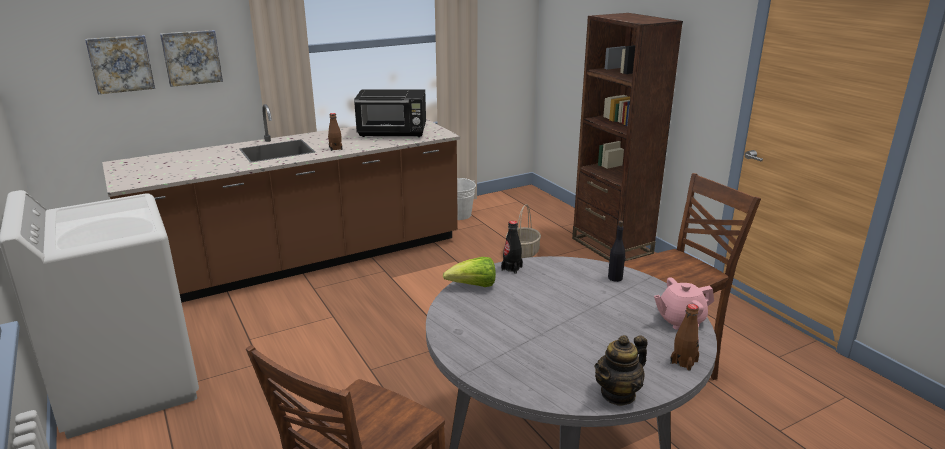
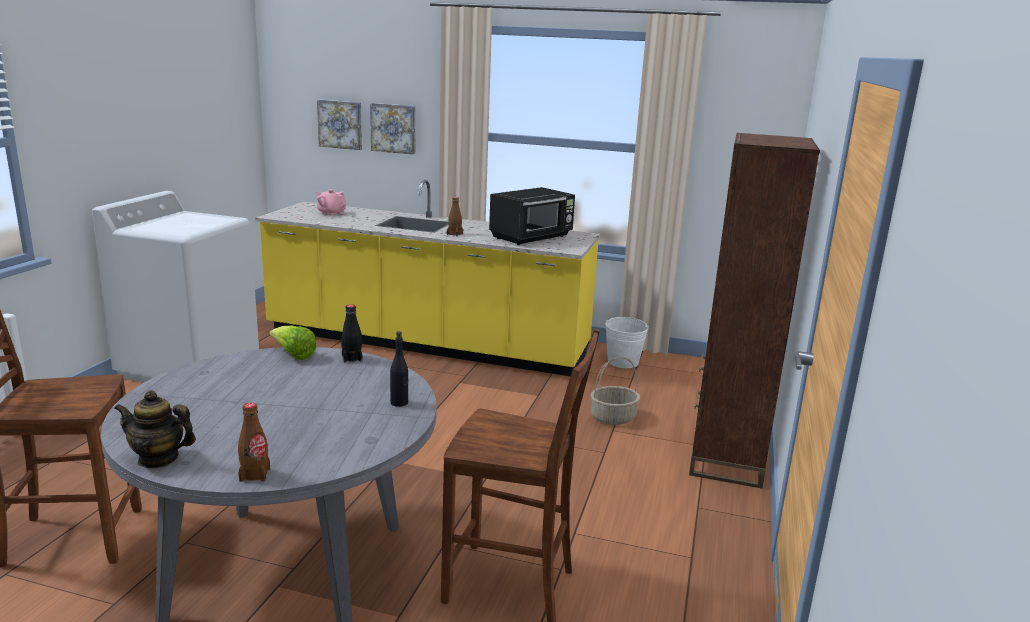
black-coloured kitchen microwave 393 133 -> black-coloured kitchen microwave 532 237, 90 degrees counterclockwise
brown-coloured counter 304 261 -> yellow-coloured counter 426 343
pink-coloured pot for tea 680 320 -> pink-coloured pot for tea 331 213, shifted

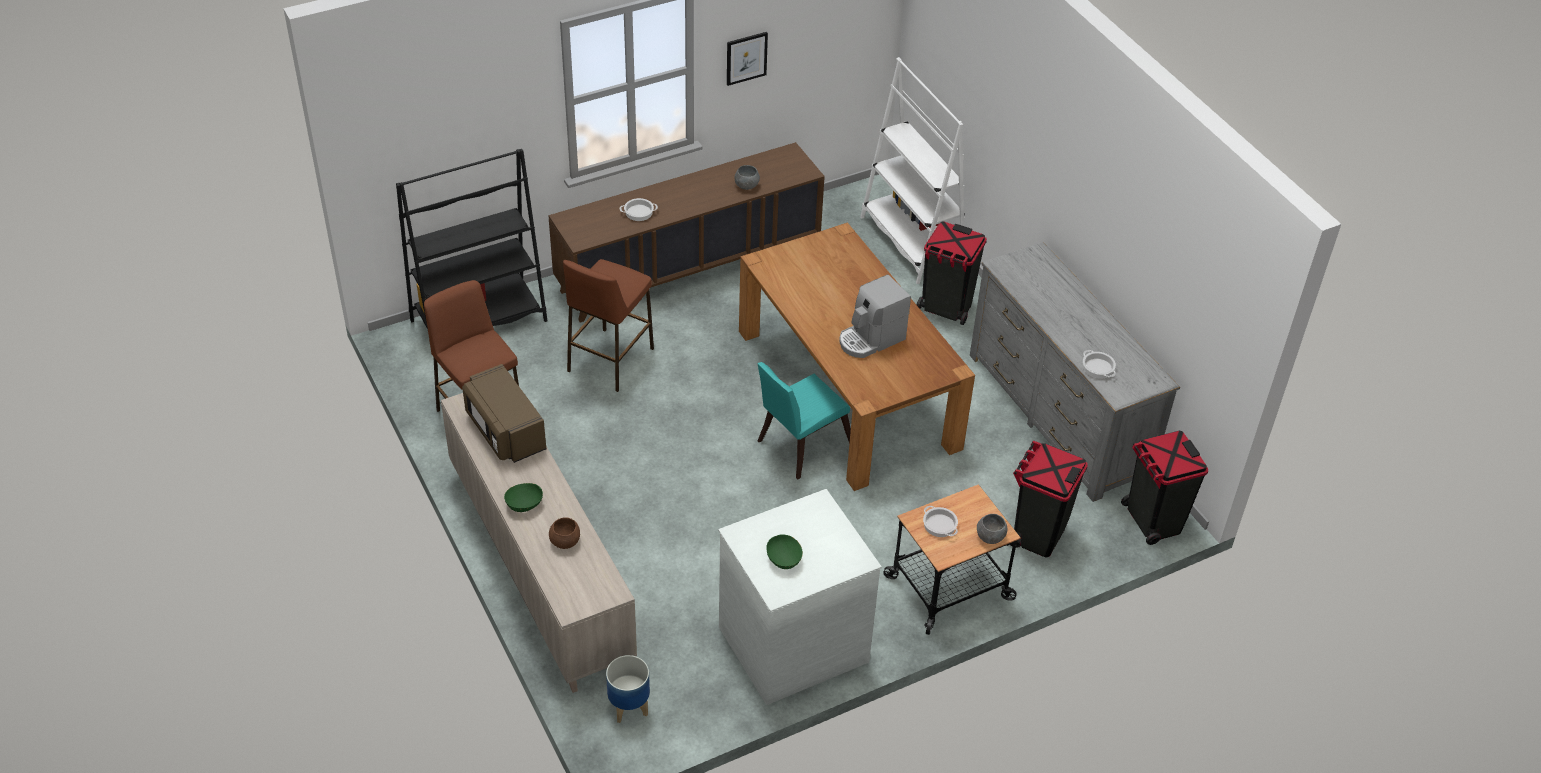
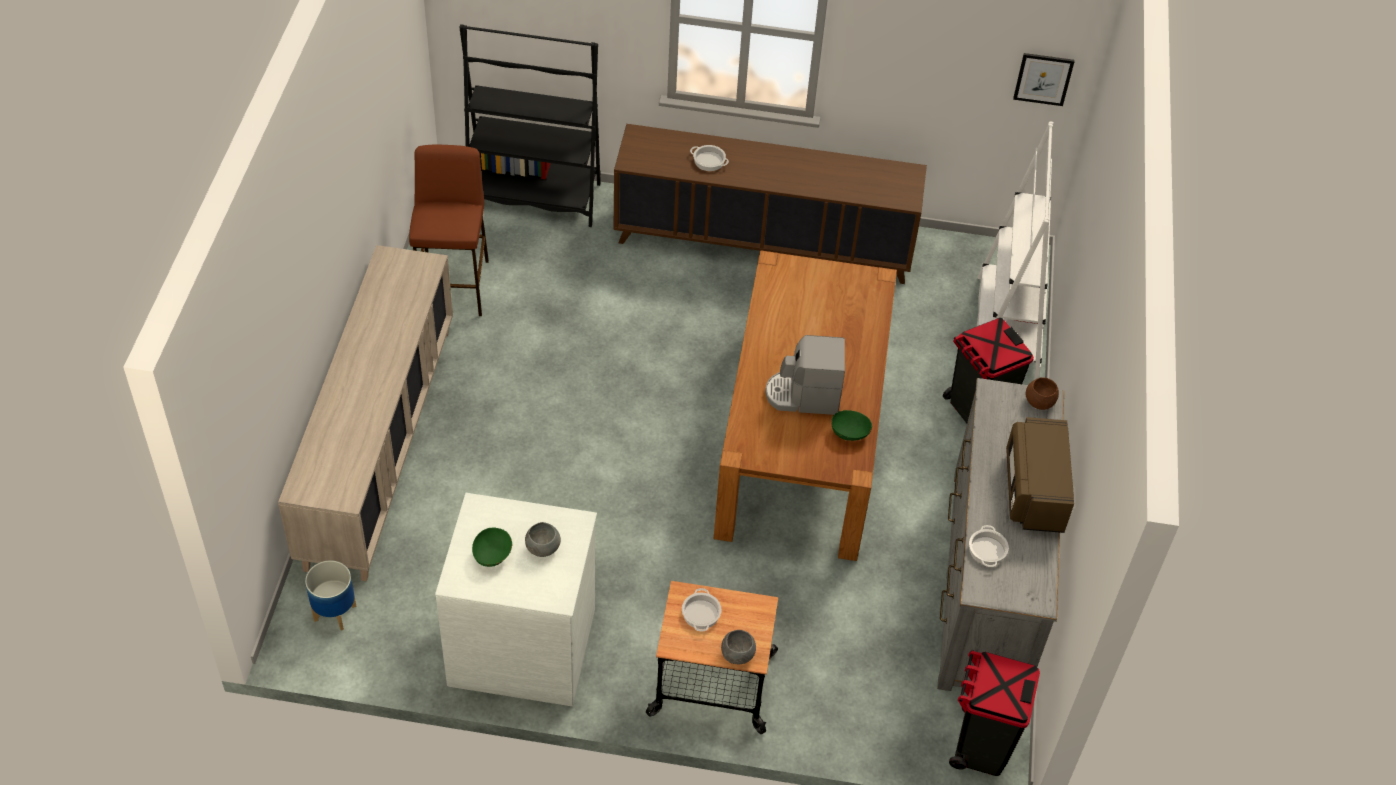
wall picture 746 58 -> wall picture 1043 78, shifted
greyish serving bowl 746 186 -> greyish serving bowl 542 548, shifted
brown-coloured sitting stool 610 360 -> none
turquoise-coloured plain chair 800 446 -> none
brown-coloured kitchen microwave 505 431 -> brown-coloured kitchen microwave 1034 490, shifted
black-coloured waste bin 1037 534 -> none
green-coloured serving bowl 524 504 -> green-coloured serving bowl 850 433, shifted
brown-coloured serving bowl 565 542 -> brown-coloured serving bowl 1039 402, shifted

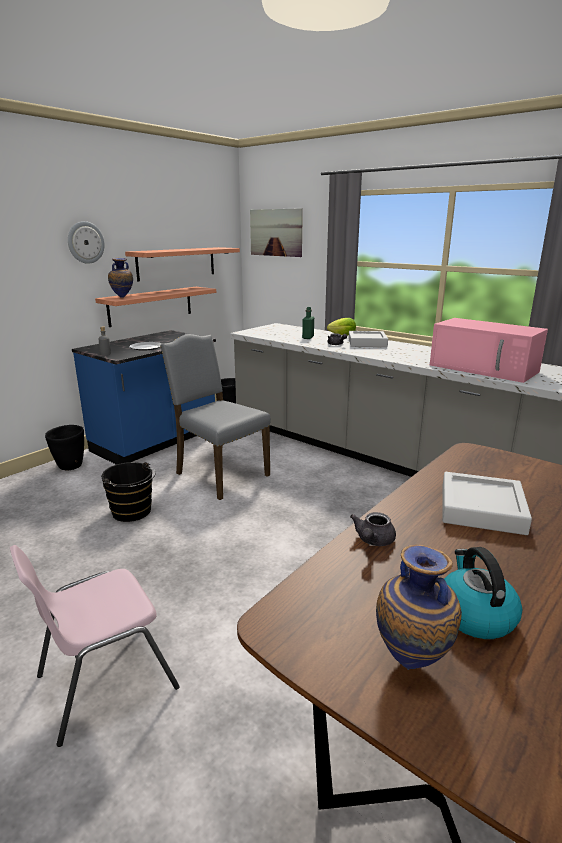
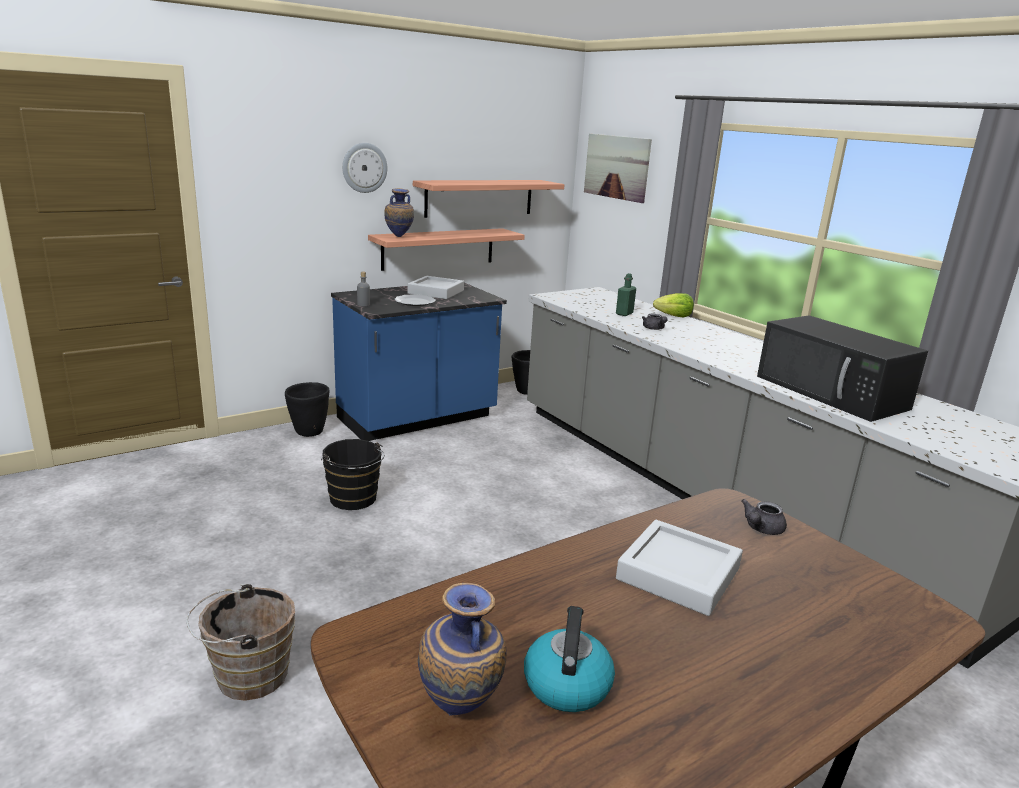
pink-coloured kitchen microwave 485 368 -> black-coloured kitchen microwave 833 393
greyish carrying tray 367 343 -> greyish carrying tray 436 292, shifted
greyish plain chair 219 474 -> none
greyish pot for tea 373 541 -> greyish pot for tea 761 529, shifted
pink-coloured plain chair 104 681 -> brown-coloured bucket 246 676

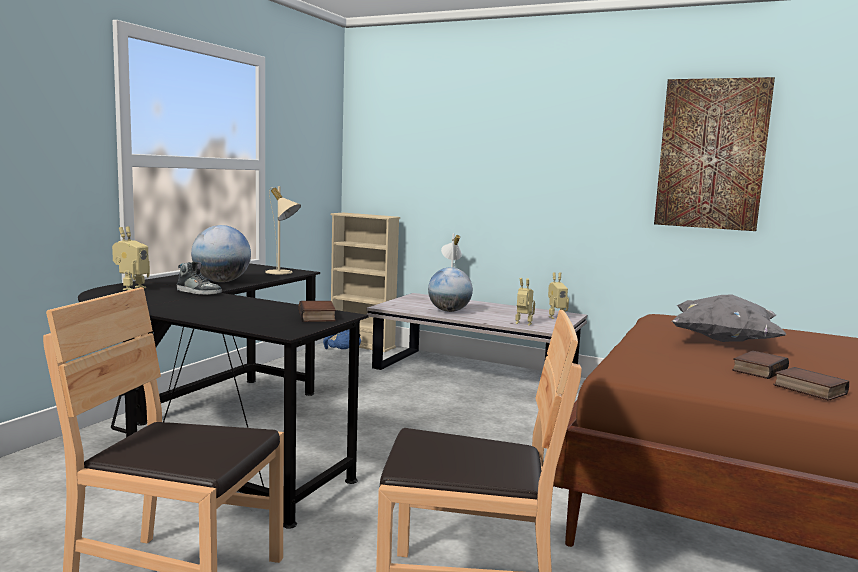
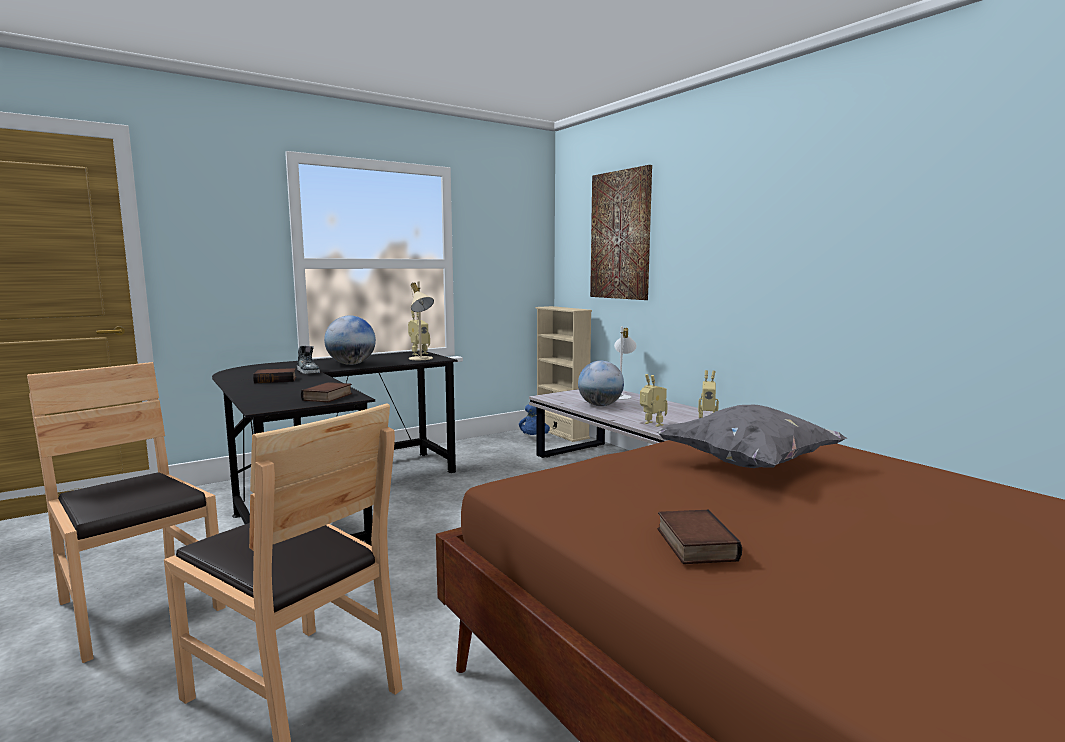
wall picture 711 154 -> wall picture 620 235, shifted
toy robot 131 288 -> toy robot 418 354, shifted
book 758 369 -> book 276 380, shifted

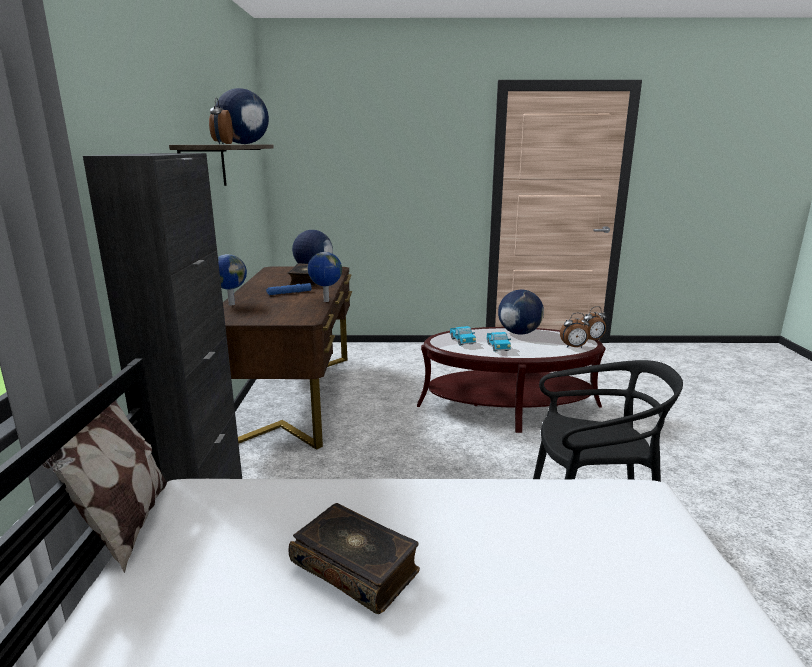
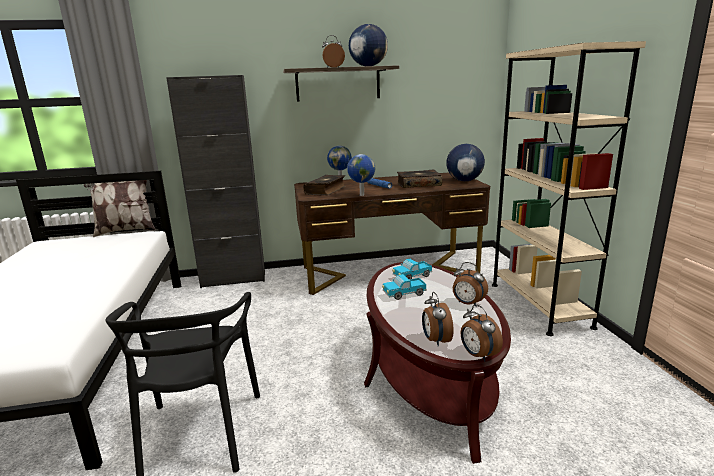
globe 519 333 -> table clock 467 303
book 356 567 -> book 326 190, shifted
none -> beige-coloured bookshelf 539 304

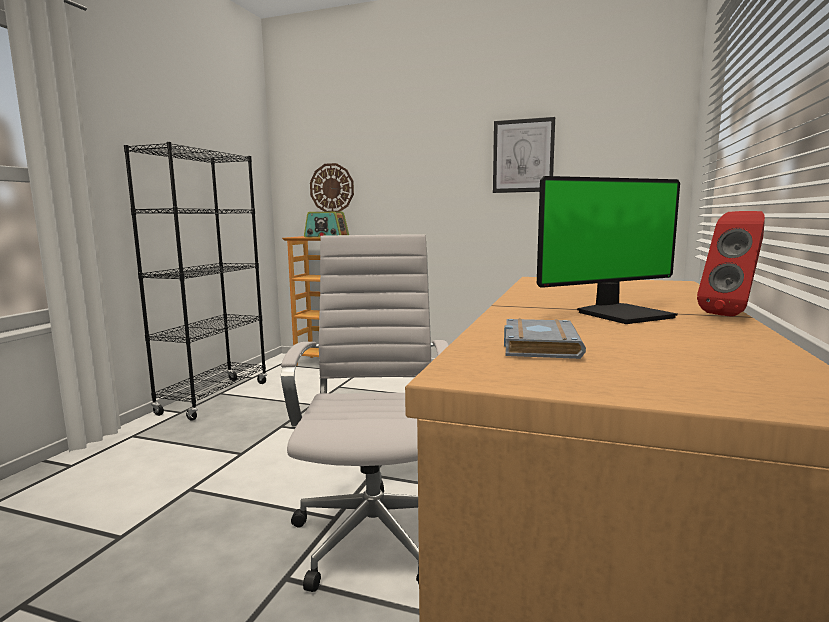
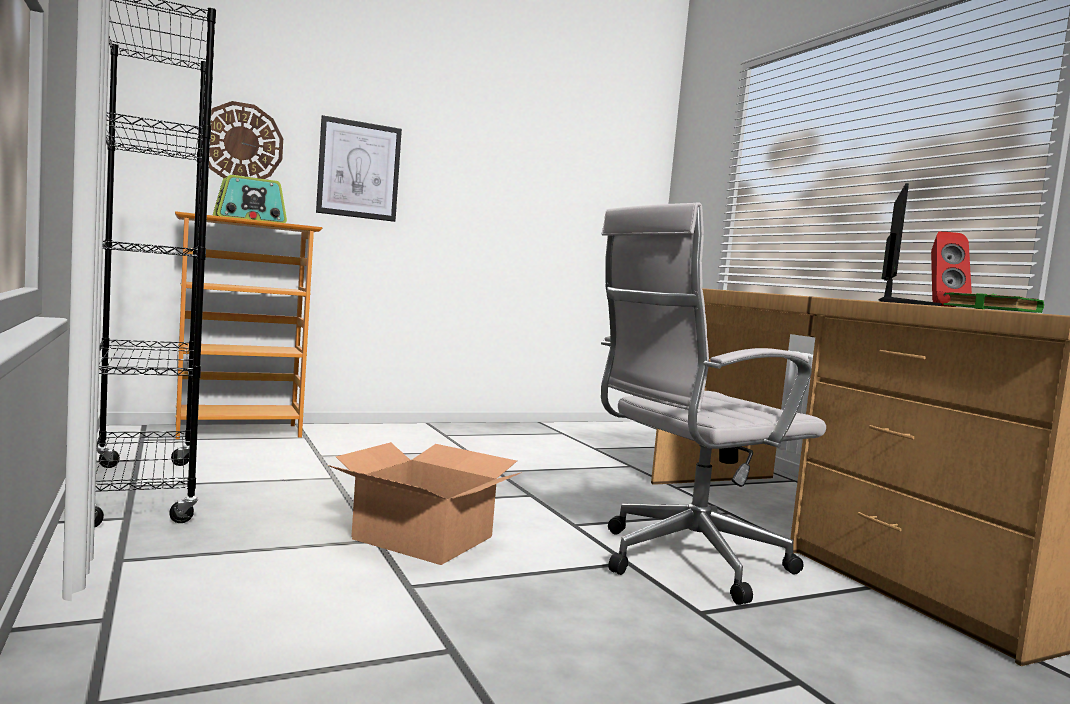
wall picture 523 156 -> wall picture 359 170, shifted
white computer chair 375 532 -> white computer chair 684 562, 75 degrees counterclockwise
greyish book 537 346 -> green-coloured book 988 309
none -> carton 423 537

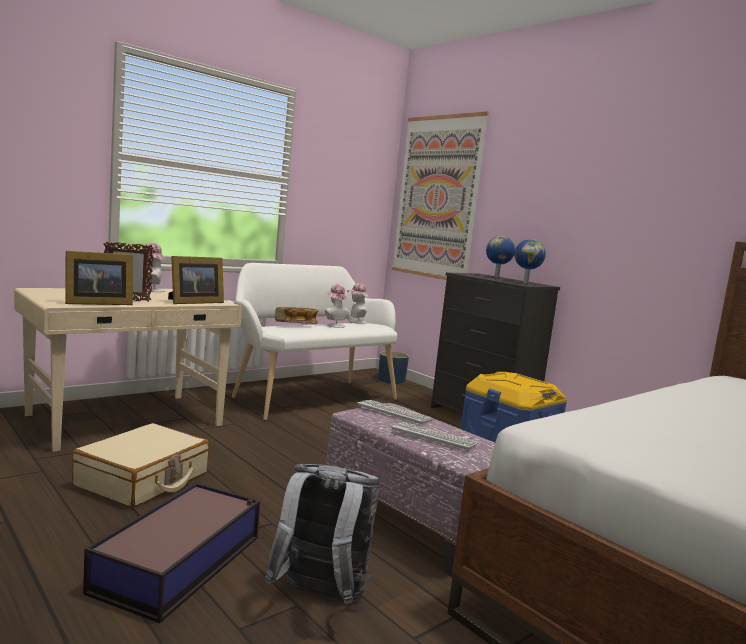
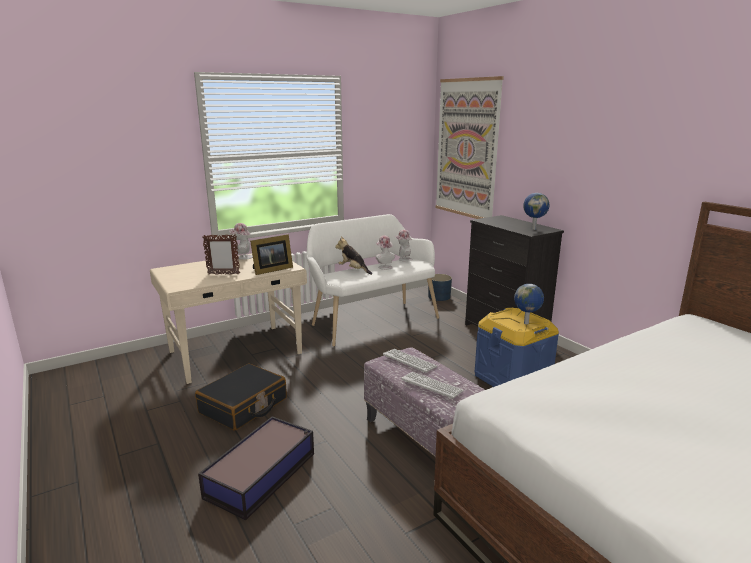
globe 497 277 -> globe 526 323, shifted
picture frame 96 303 -> none
book 295 325 -> plush toy 353 270
beige-coloured suitcase 143 480 -> black-coloured suitcase 243 406
greyish rucksack 320 598 -> none

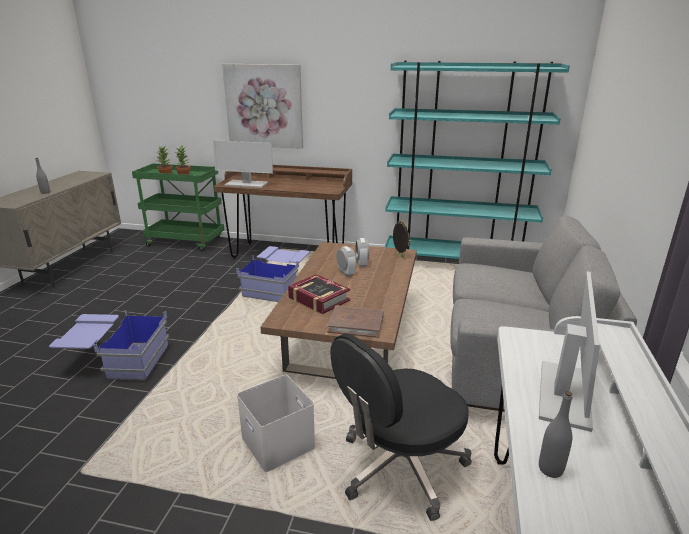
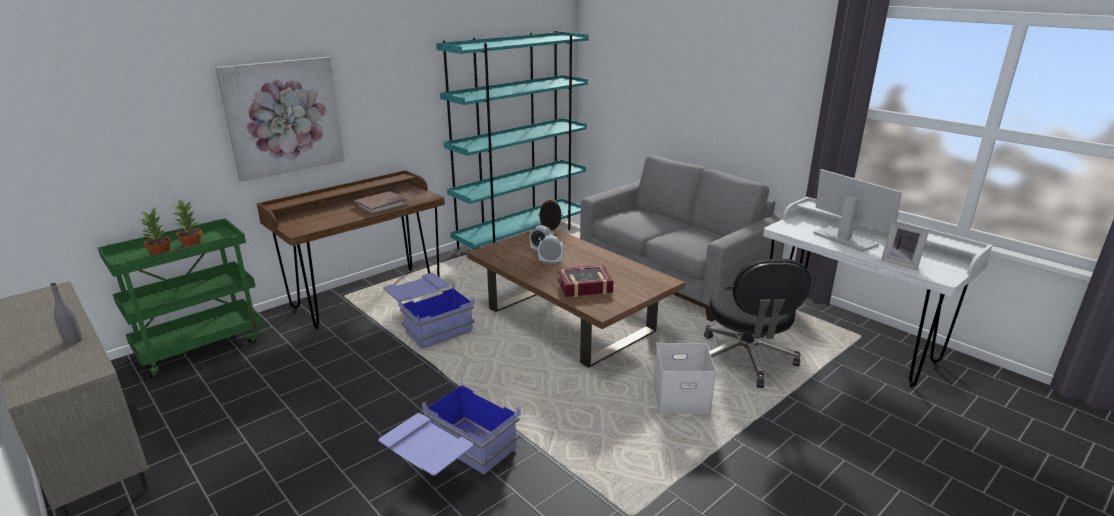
computer screen 246 184 -> none
brown-coloured book 356 323 -> brown-coloured book 380 205, shifted
greyish drink bottle 550 469 -> picture frame 901 263

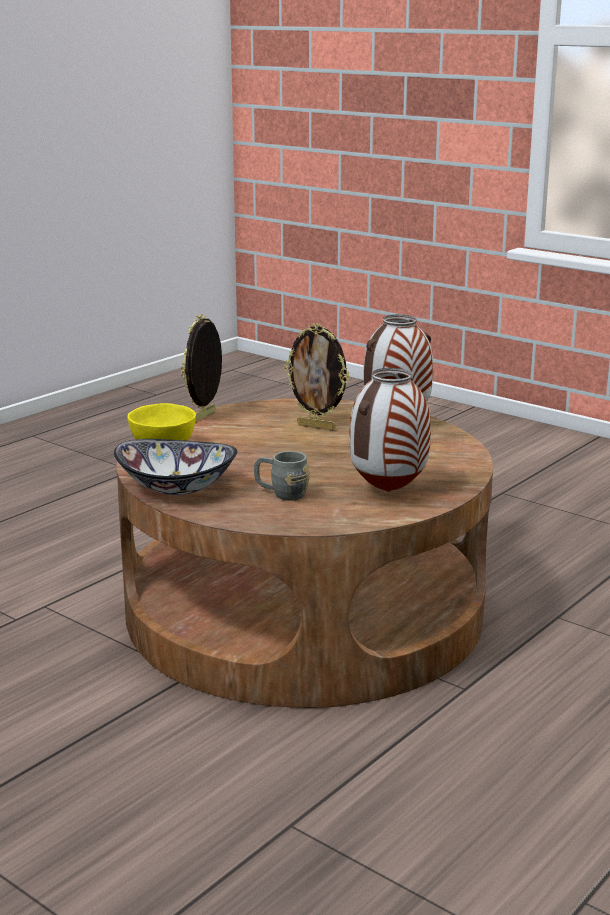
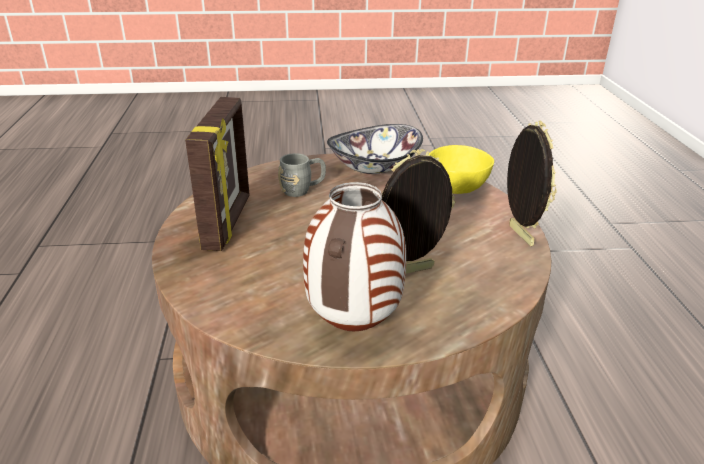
vase 388 492 -> picture frame 229 223

